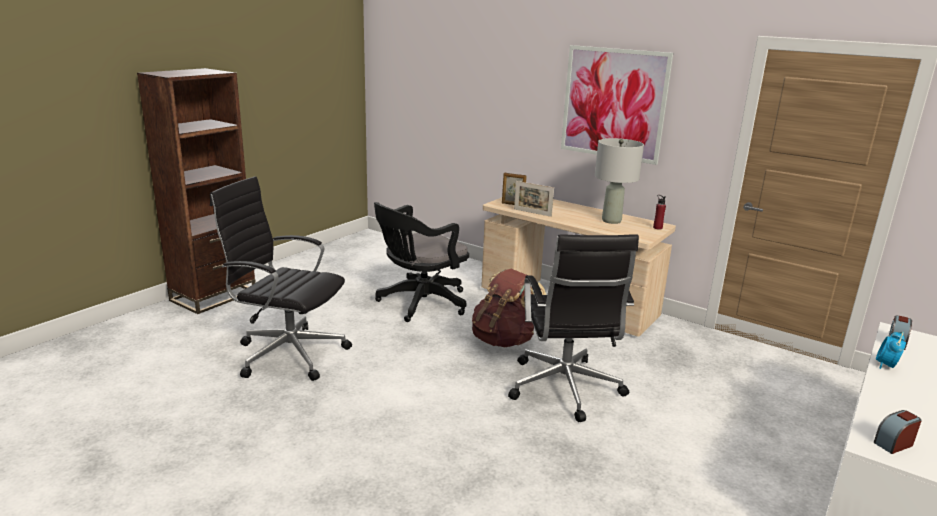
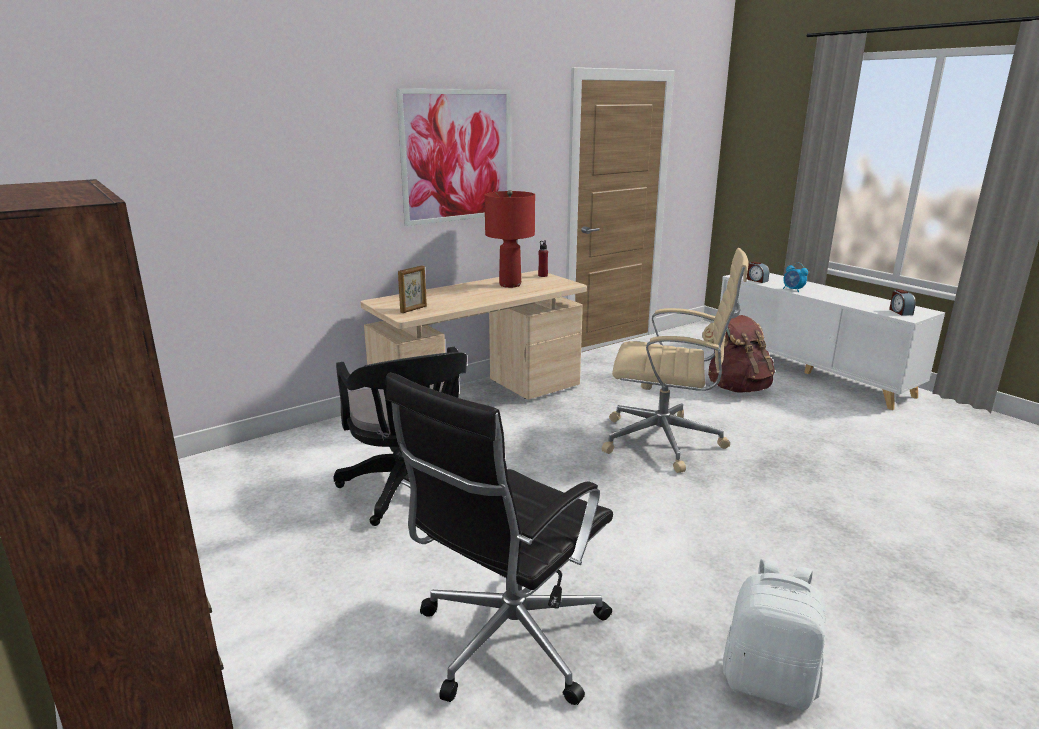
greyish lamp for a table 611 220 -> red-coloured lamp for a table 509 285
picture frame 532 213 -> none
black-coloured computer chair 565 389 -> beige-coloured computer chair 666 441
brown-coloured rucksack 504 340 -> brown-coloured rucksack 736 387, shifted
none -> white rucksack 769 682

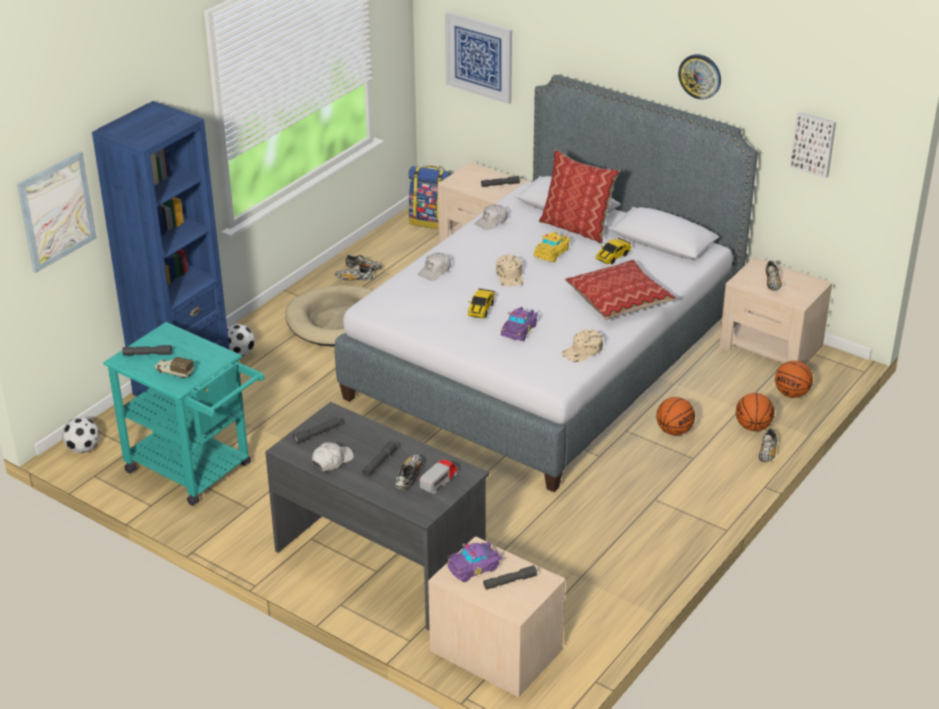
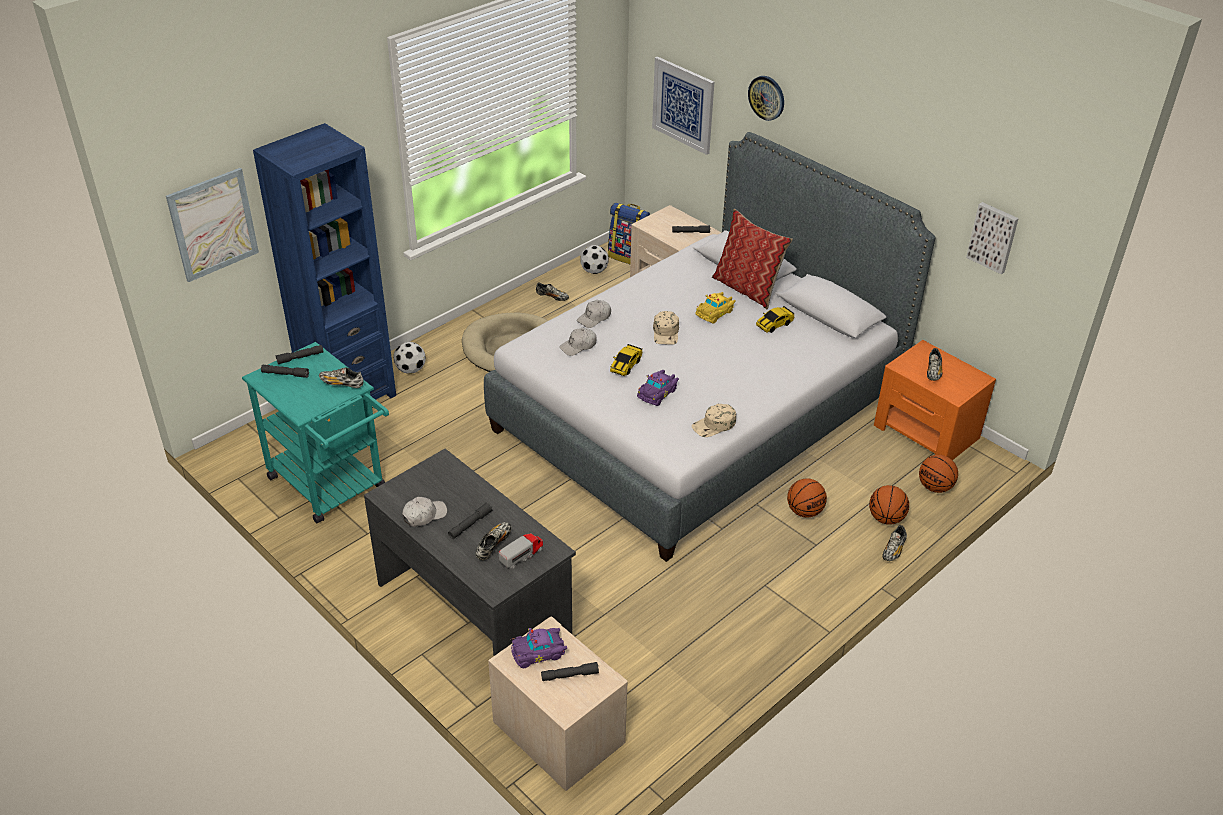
clock on the wall 700 76 -> clock on the wall 767 97, shifted
white peaked cap 492 221 -> white peaked cap 578 346, shifted
beige-coloured bedside table 771 347 -> orangey bedside table 926 432
cushion 619 299 -> none
low shoe 354 279 -> low shoe 341 383, shifted
model truck 174 372 -> none
football 83 448 -> football 594 271, shifted
greyish torch 317 434 -> greyish torch 300 357, shifted

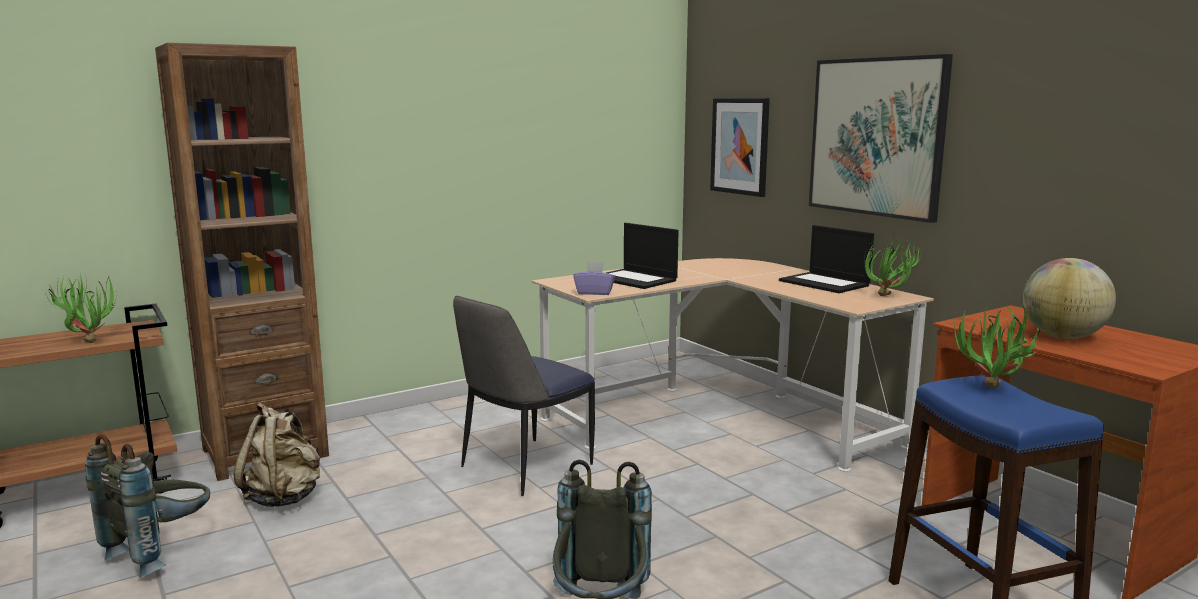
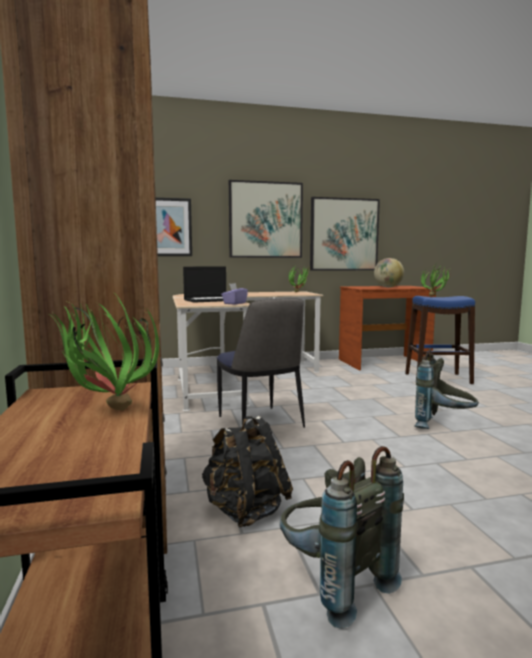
laptop 825 283 -> none
beige-coloured rucksack 284 498 -> black-coloured rucksack 245 511
none -> wall picture 344 234

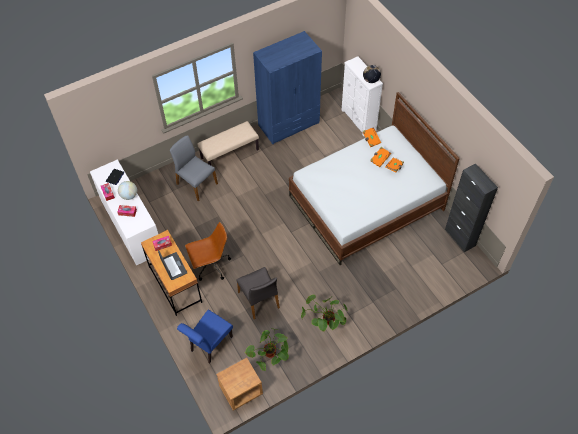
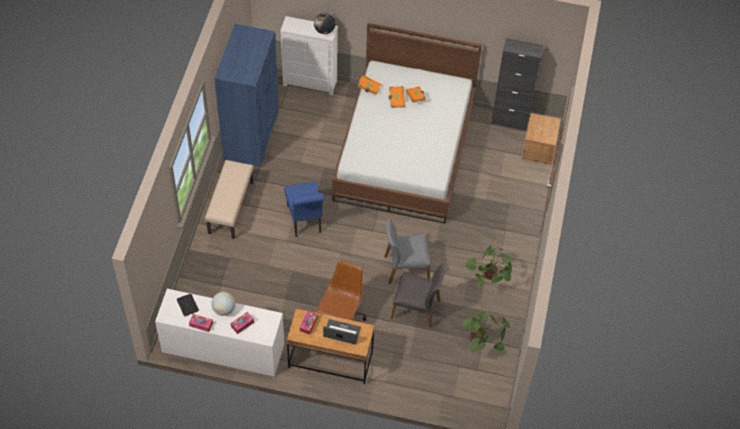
greyish plain chair 196 184 -> greyish plain chair 406 268, shifted
blue-coloured plain chair 209 345 -> blue-coloured plain chair 305 221, shifted
brown-coloured bedside table 241 390 -> brown-coloured bedside table 538 149, shifted

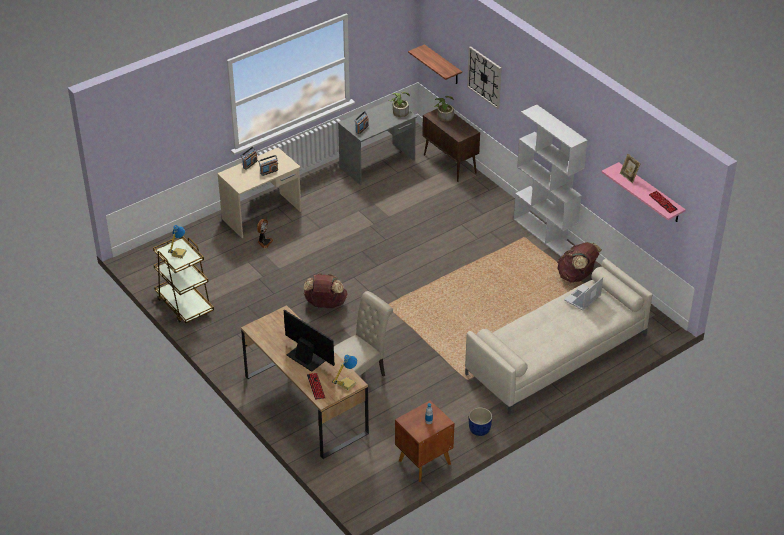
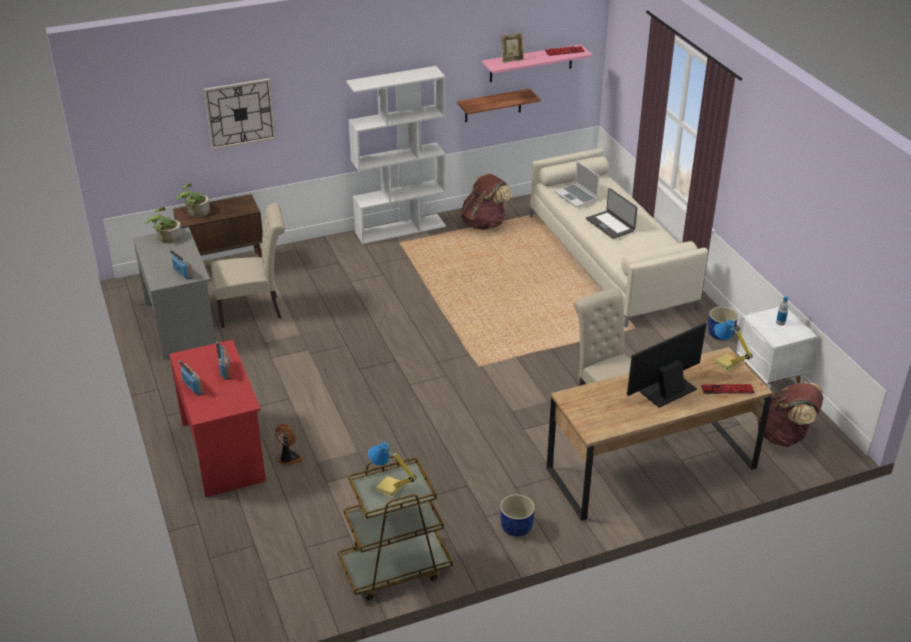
wall shelf 442 65 -> wall shelf 493 105, shifted
beige-coloured desk unit 262 215 -> red-coloured desk unit 224 451
brown-coloured rucksack 325 304 -> brown-coloured rucksack 784 436, shifted
brown-coloured bedside table 423 462 -> white bedside table 769 385
none -> laptop 610 225
none -> beige-coloured plain chair 254 310
none -> blue-coloured flower pot 516 527

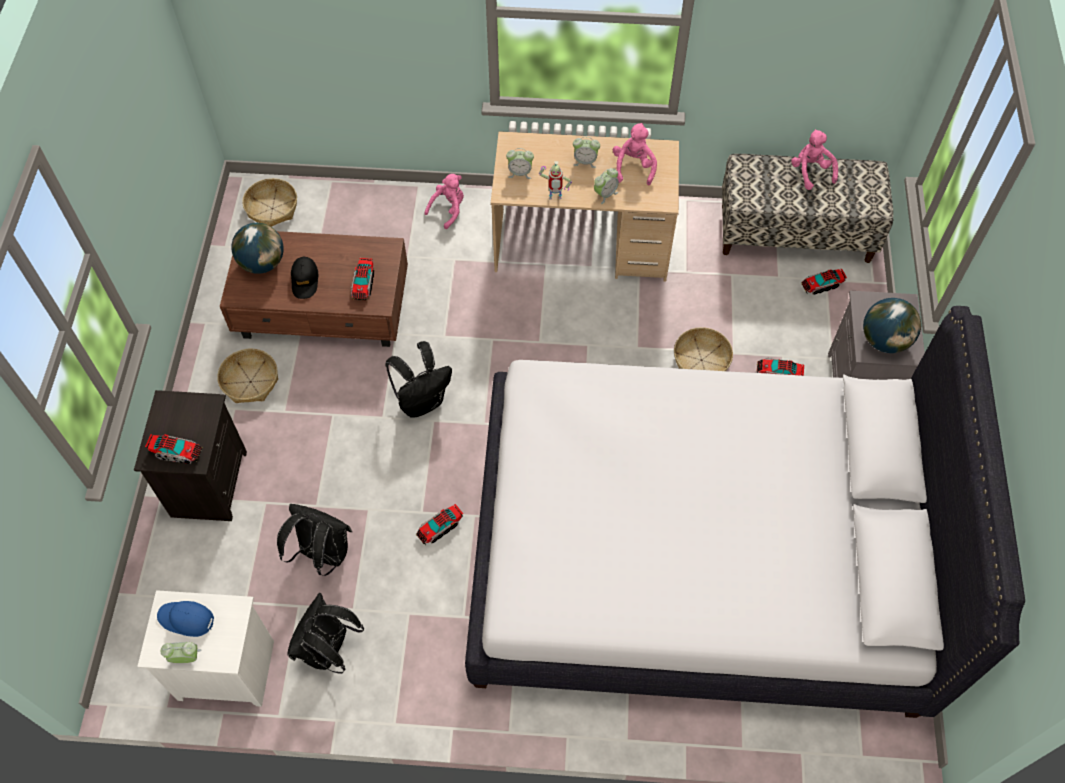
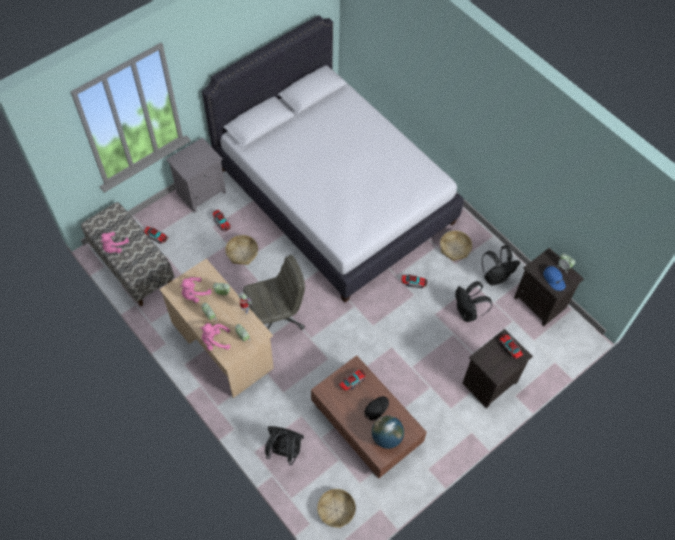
pink-coloured plush toy 448 209 -> pink-coloured plush toy 215 341, shifted
globe 884 340 -> none
black-coloured rucksack 422 401 -> black-coloured rucksack 284 451, shifted
storage basket 250 381 -> storage basket 455 248, shifted
white bedside table 224 672 -> black-coloured bedside table 541 303
none -> greyish computer chair 276 316

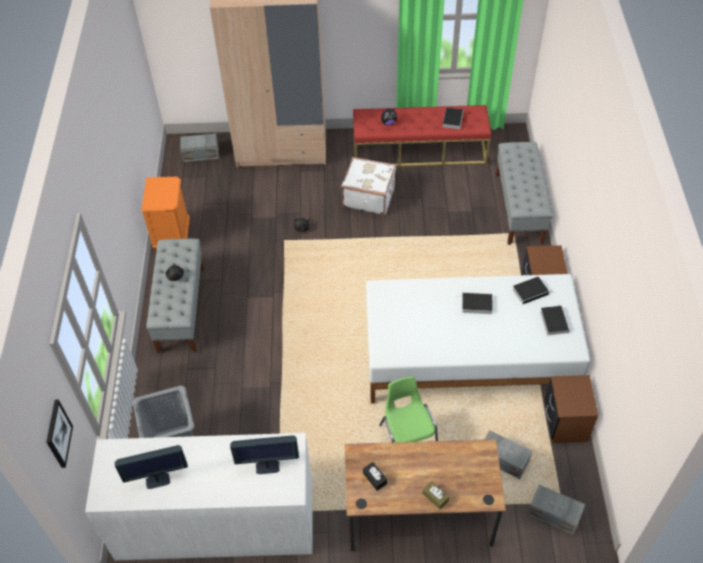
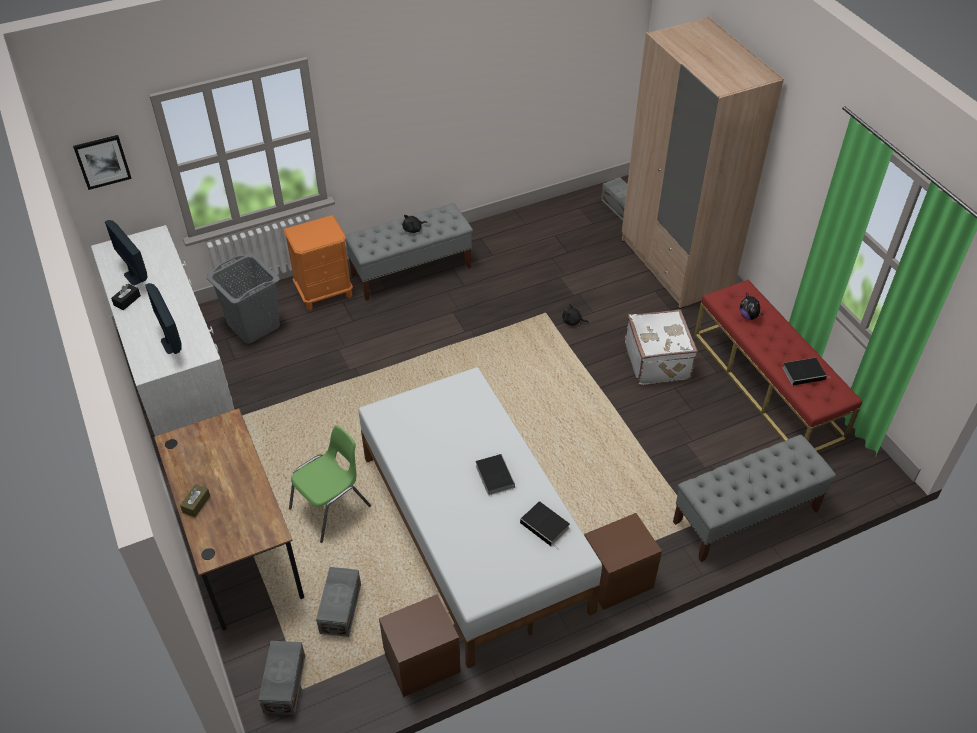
orangey bedside table 172 236 -> orangey bedside table 325 292, shifted
book 553 321 -> none
black-coloured box of tissues 374 478 -> black-coloured box of tissues 127 300, shifted

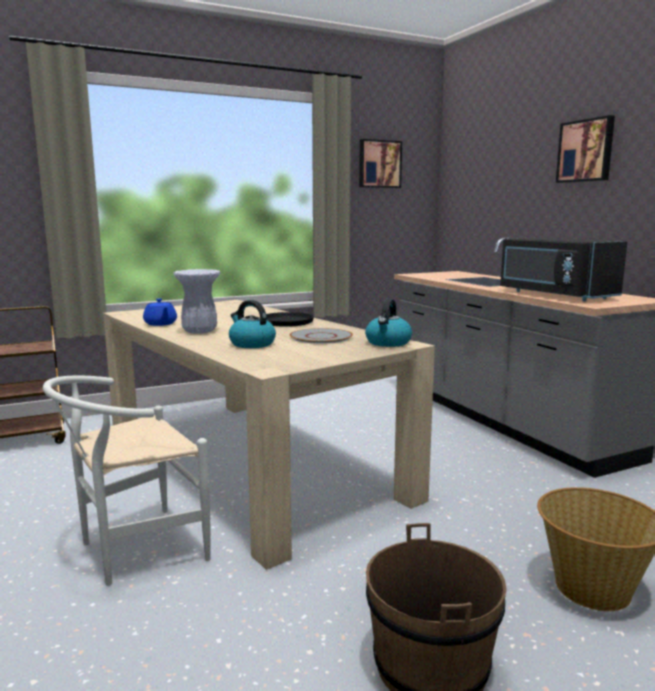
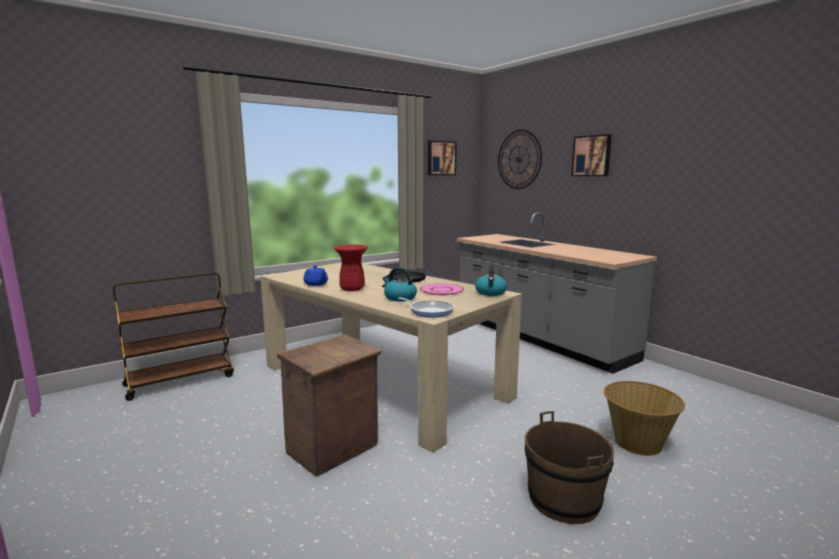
black-coloured kitchen microwave 553 295 -> none
white vase 200 331 -> red-coloured vase 352 289
greyish dinner plate 320 337 -> pink-coloured dinner plate 441 290
white plain chair 133 550 -> crate 333 449
none -> clock on the wall 519 159
none -> frying pan 429 311

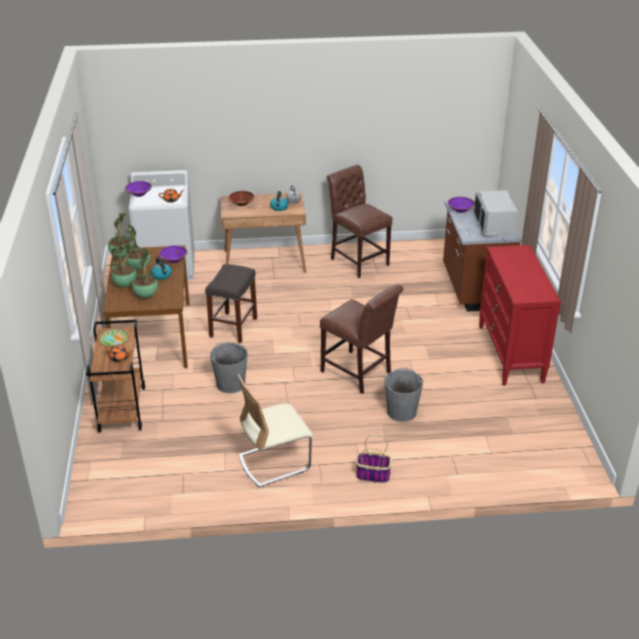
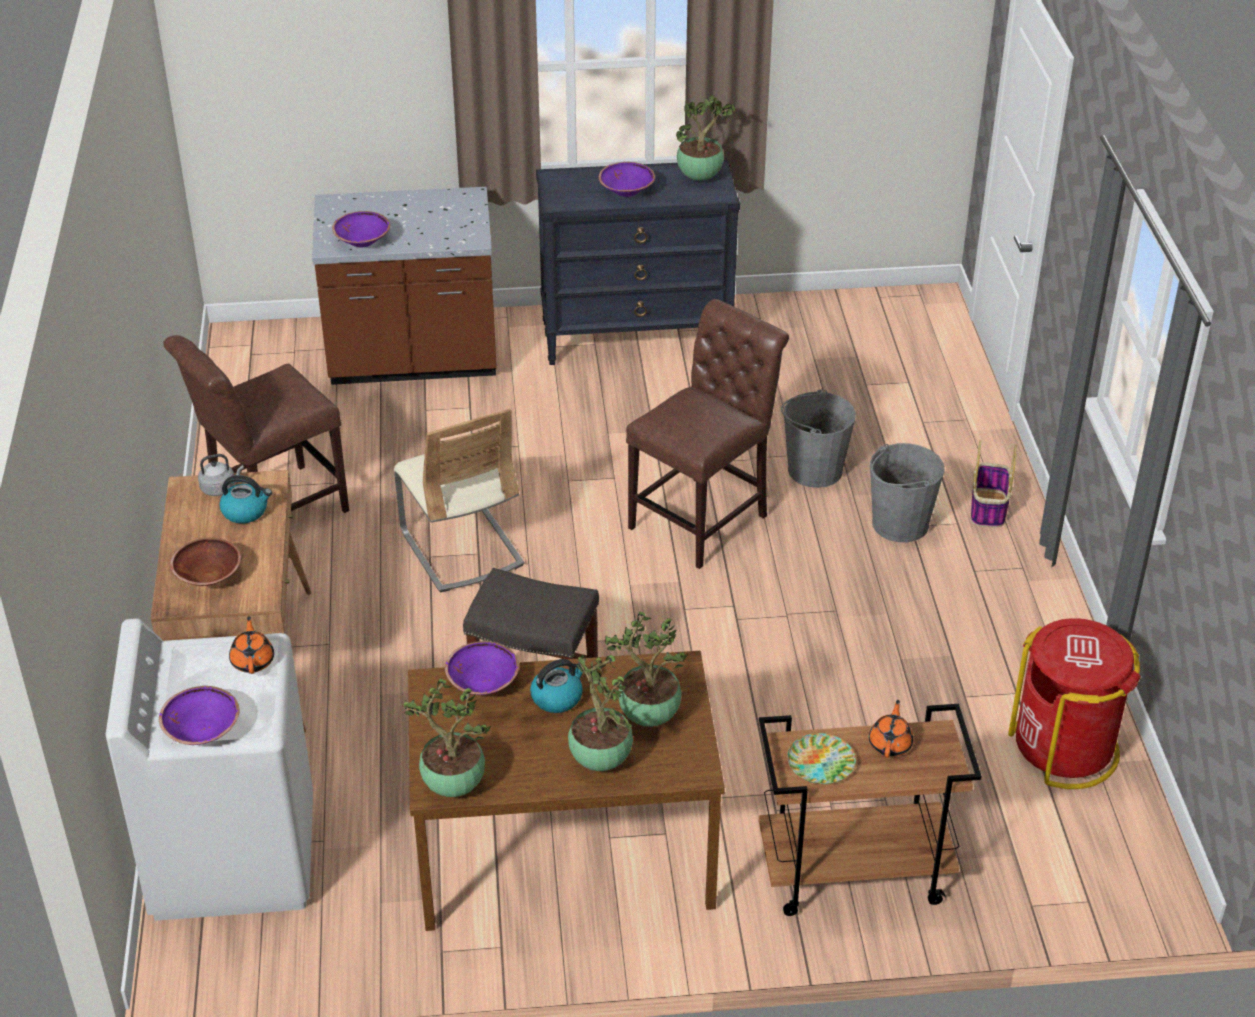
greyish kitchen microwave 494 226 -> none
houseplant 139 268 -> houseplant 700 177, shifted
red-coloured chest of drawers 511 354 -> black-coloured chest of drawers 637 338
greyish bucket 230 384 -> greyish bucket 899 524, shifted
beige-coloured plain chair 274 462 -> beige-coloured plain chair 461 548, shifted
none -> purplish serving bowl 626 191
none -> red-coloured waste bin 1064 748

